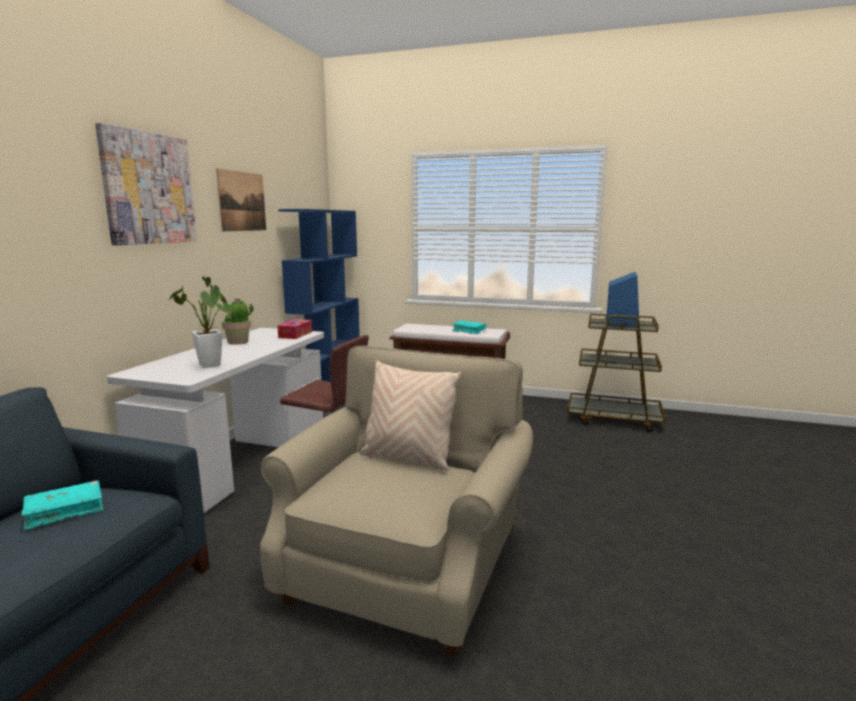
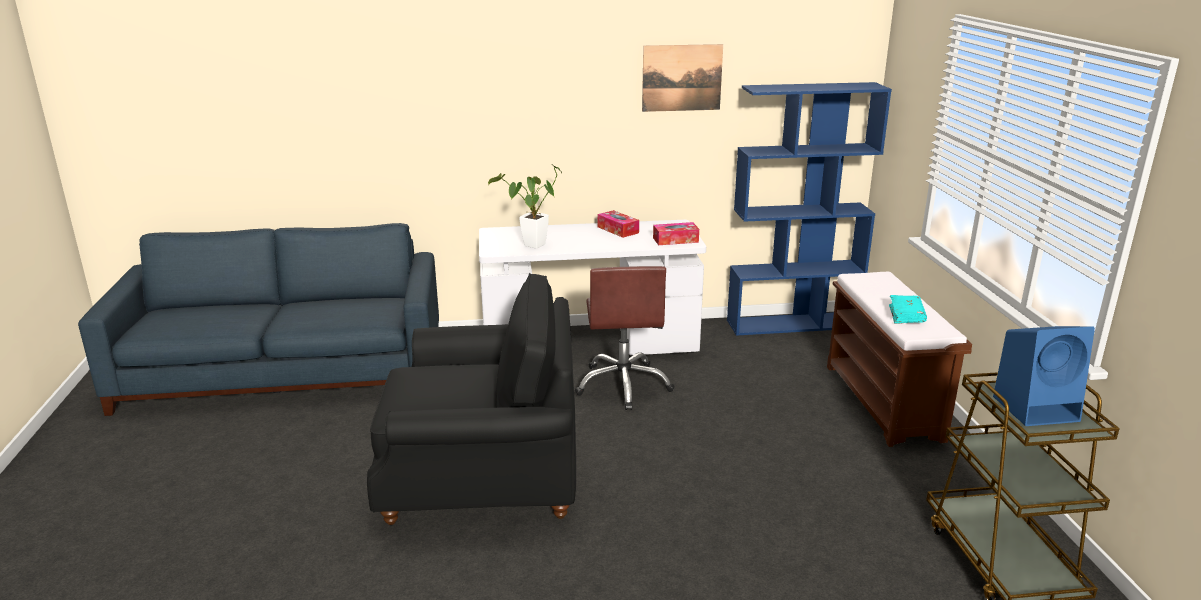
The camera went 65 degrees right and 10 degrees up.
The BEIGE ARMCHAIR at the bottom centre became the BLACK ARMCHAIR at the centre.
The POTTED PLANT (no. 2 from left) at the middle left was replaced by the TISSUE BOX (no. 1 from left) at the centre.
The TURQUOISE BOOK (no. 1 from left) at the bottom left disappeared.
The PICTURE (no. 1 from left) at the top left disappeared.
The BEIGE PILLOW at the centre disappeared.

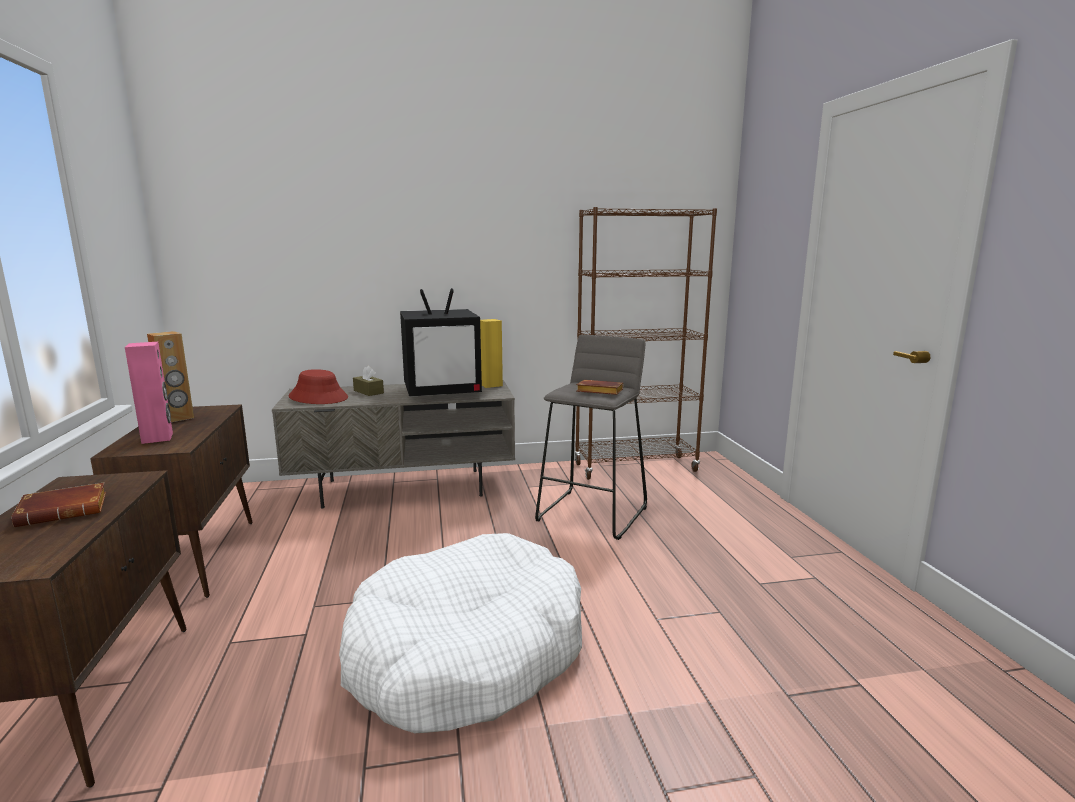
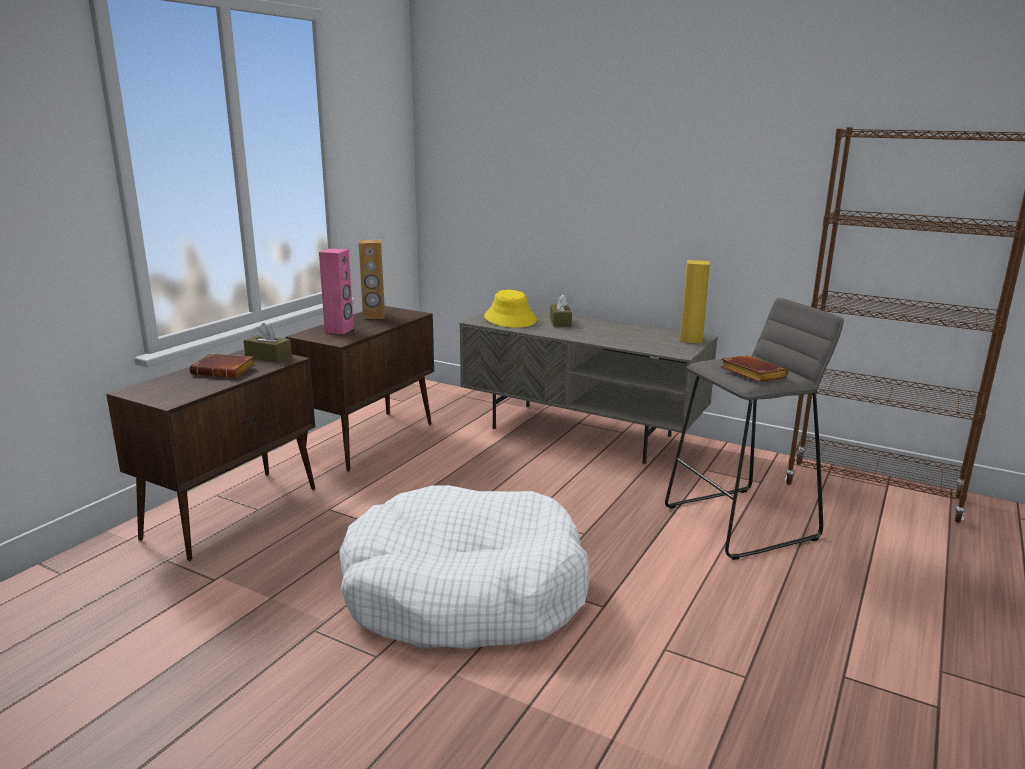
The camera went 40 degrees right and 5 degrees up.
The BROWN TISSUE BOX (no. 1 from left) at the middle left appeared.
The RED HAT at the middle left became the YELLOW HAT at the centre.
The TELEVISION at the centre disappeared.

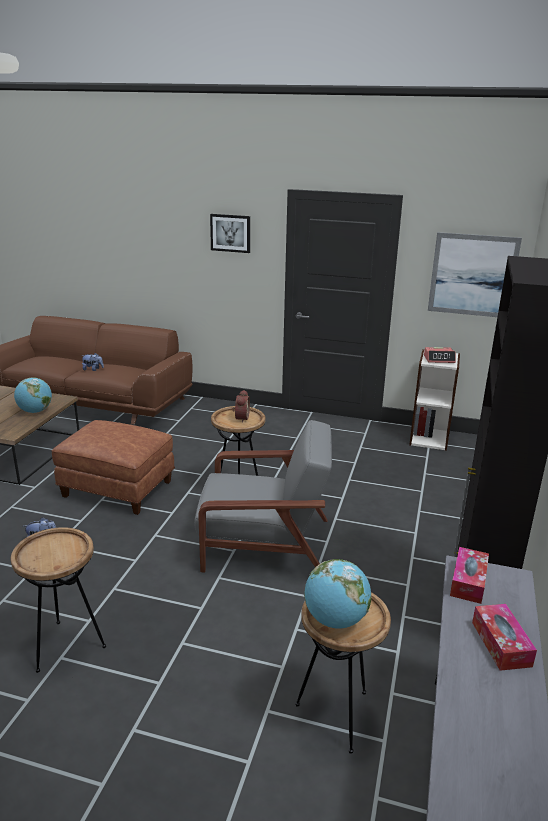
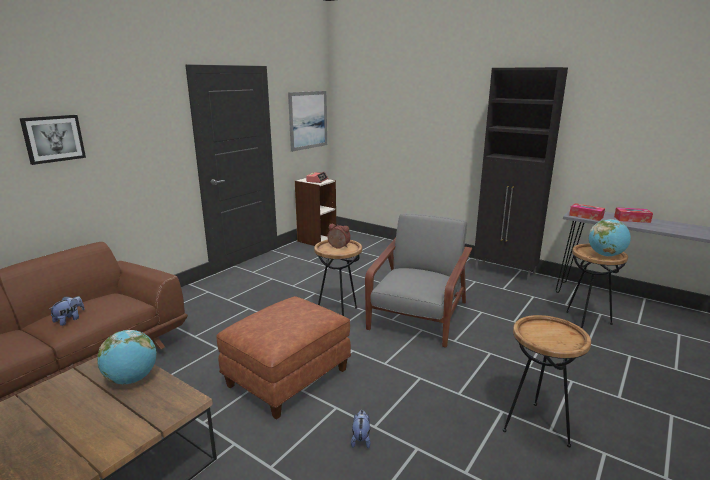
The camera went 70 degrees left and 5 degrees down.
The PICTURE (no. 1 from left) moved from the top centre to the top left.

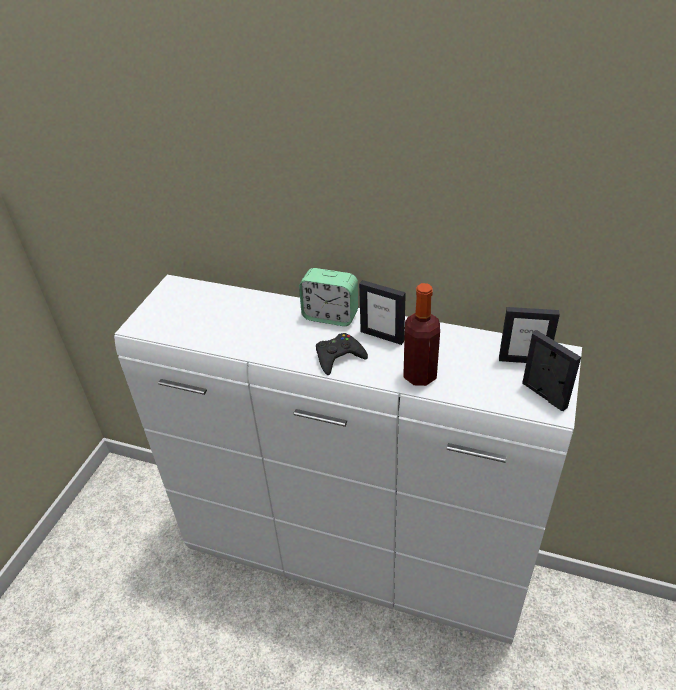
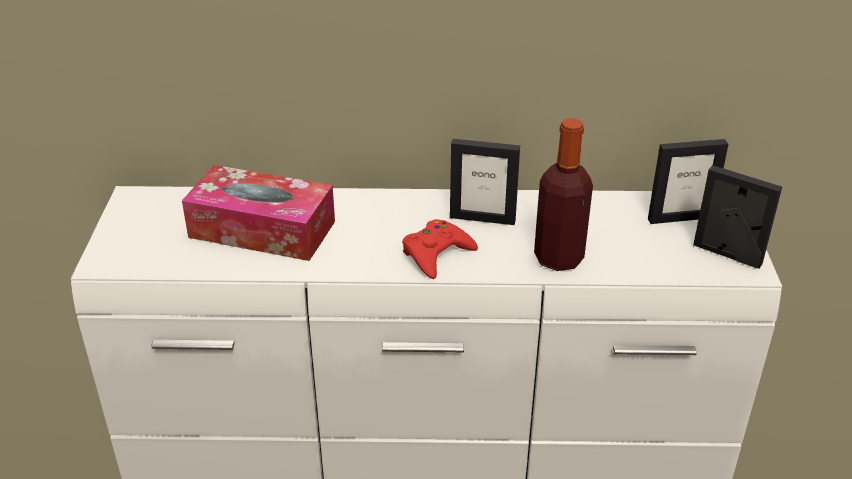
The camera went 20 degrees left and 5 degrees down.
The TISSUE BOX at the middle left appeared.
The BLACK GAME CONTROLLER at the centre became the RED GAME CONTROLLER at the centre.
The ALARM CLOCK at the centre disappeared.

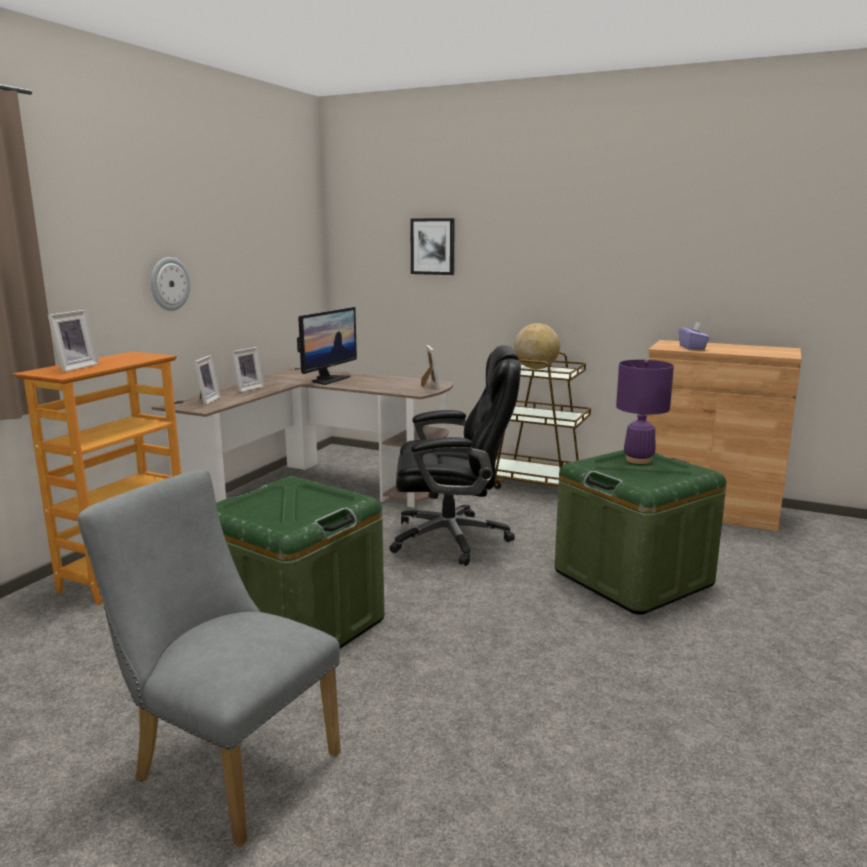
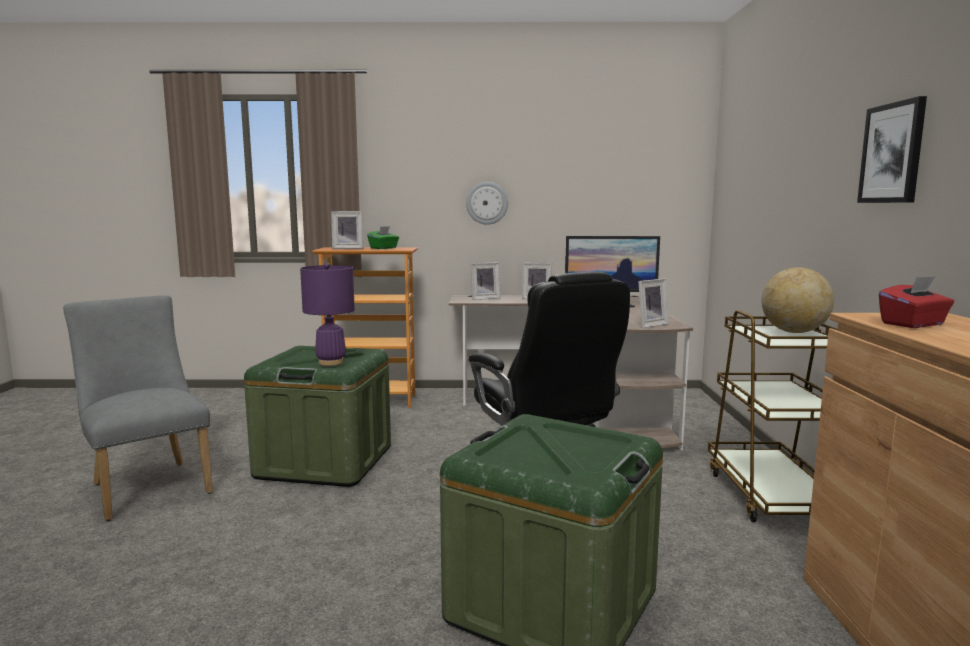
The camera went 65 degrees right and 5 degrees down.
The GREY CHAIR at the bottom left turned 45 degrees counterclockwise.
The PURPLE TABLE LAMP moved from the middle right to the centre.
The GREEN TISSUE BOX at the centre appeared.
The PICTURE moved from the top centre to the top right.
The PURPLE TISSUE BOX at the middle right became the RED TISSUE BOX at the middle right.

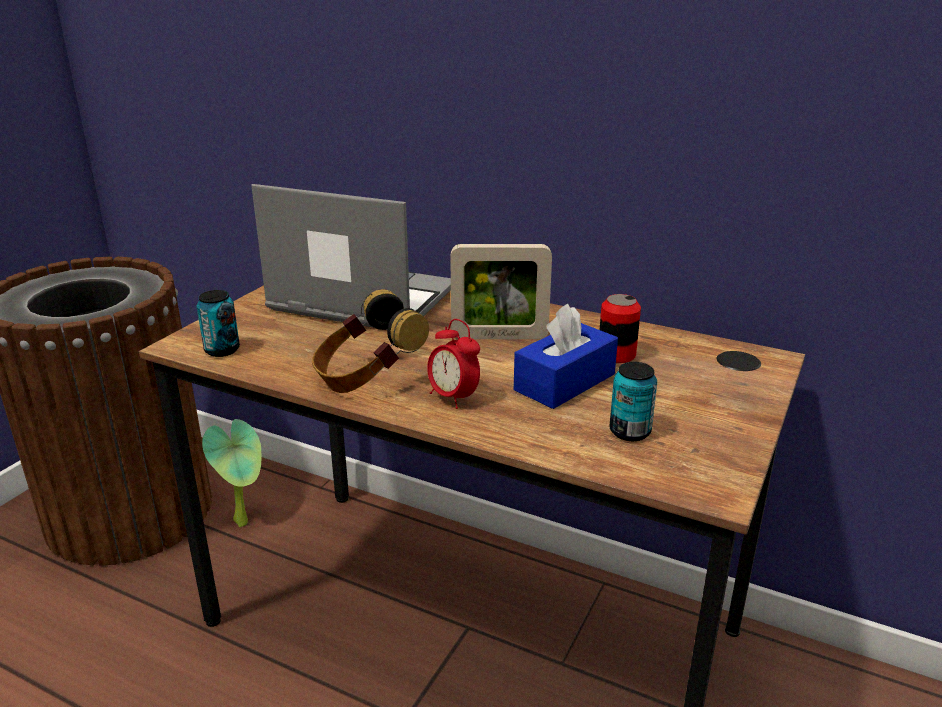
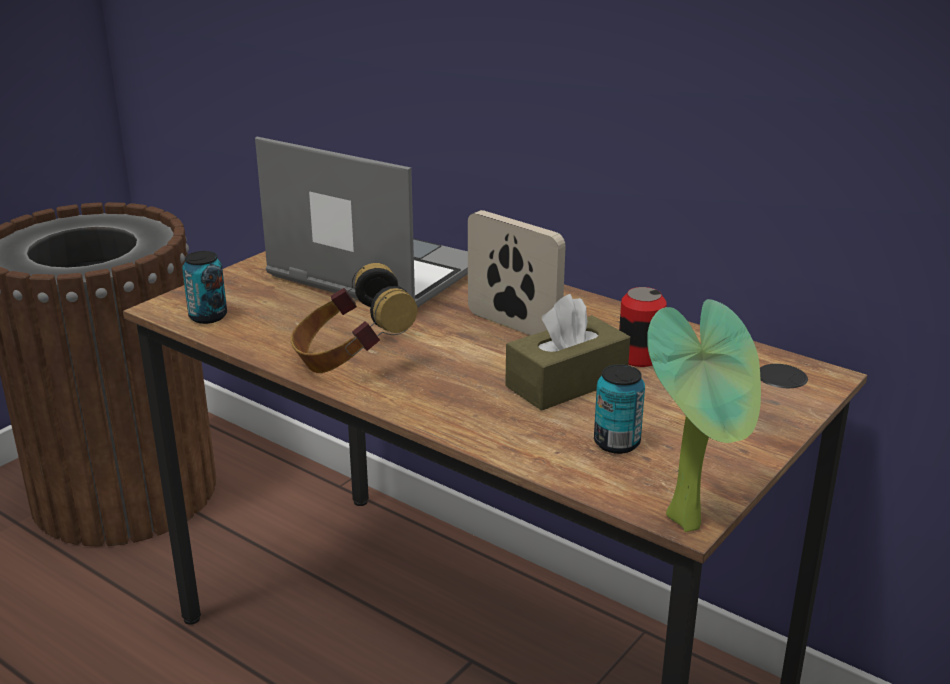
The camera went 10 degrees right and 0 degrees up.
The PICTURE FRAME at the centre turned 150 degrees counterclockwise.
The BLUE TISSUE BOX at the centre became the BROWN TISSUE BOX at the centre.
The POTTED PLANT moved from the bottom left to the middle right.
The ALARM CLOCK at the centre disappeared.

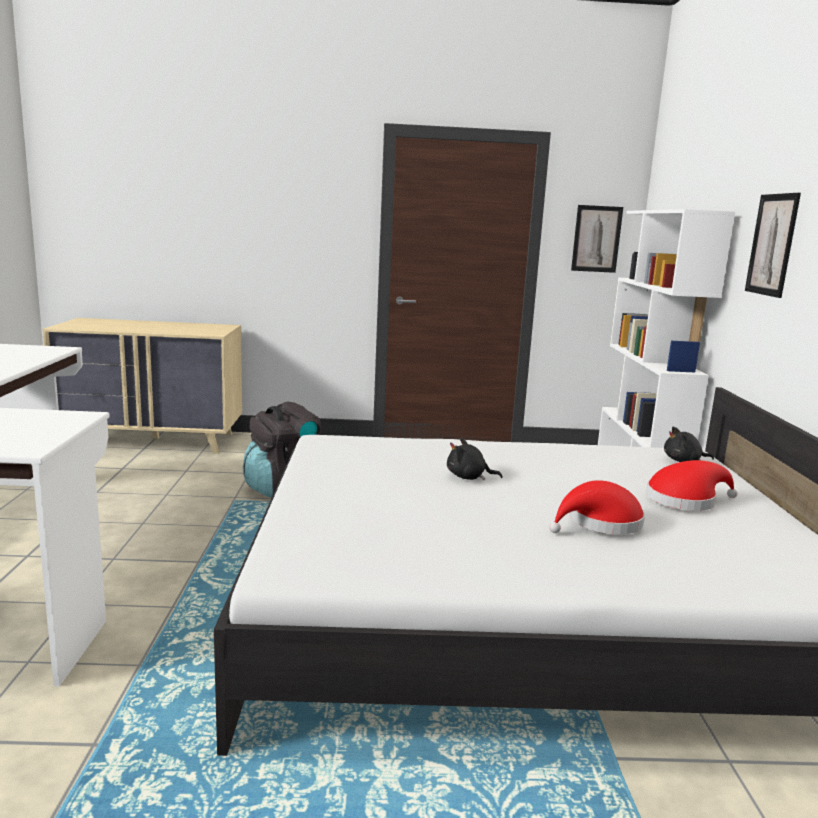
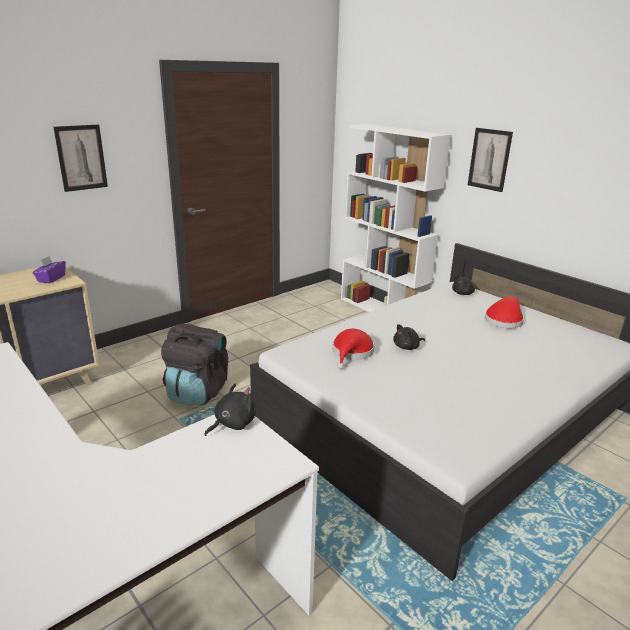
The camera went 40 degrees left and 10 degrees up.
The PURPLE TISSUE BOX at the middle left appeared.
The PICTURE (no. 1 from left) moved from the top right to the top left.
The BLACK PLUSH TOY (no. 1 from left) at the centre appeared.
The RED HAT (no. 1 from left) moved from the middle right to the centre.

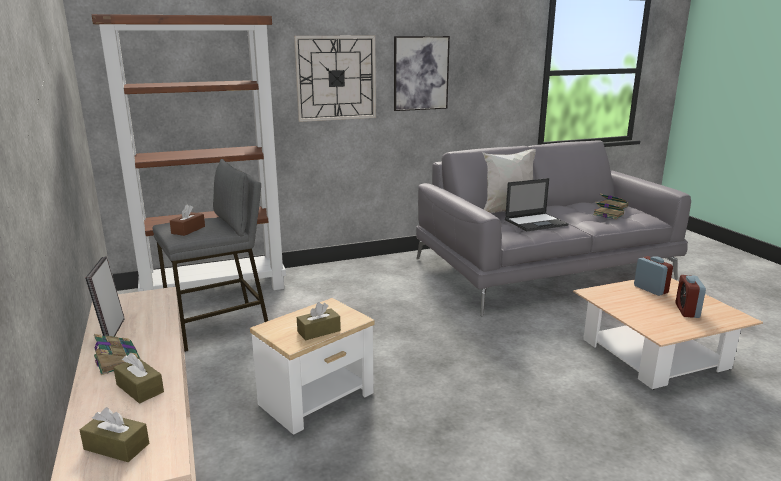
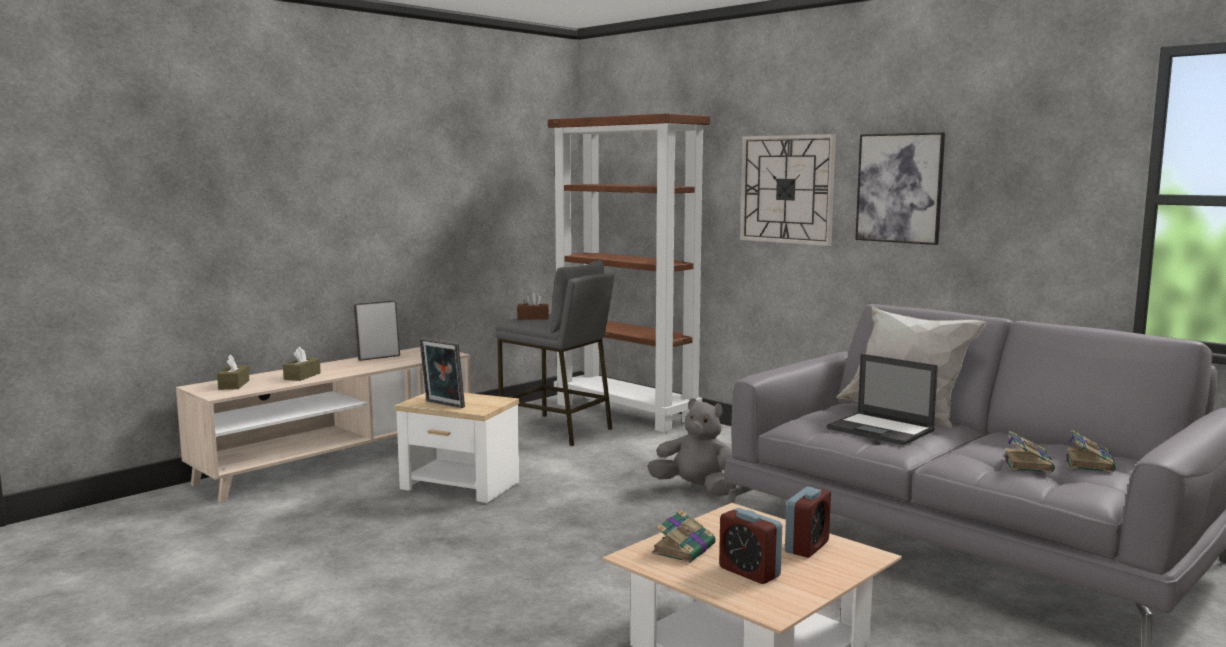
The camera went 65 degrees right and 10 degrees down.
The BROWN TISSUE BOX (no. 4 from left) at the bottom centre was replaced by the PICTURE FRAME (no. 2 from left) at the centre.
The GREY PLUSH TOY at the bottom centre appeared.
The BOOK (no. 1 from left) moved from the bottom left to the bottom centre.
The ALARM CLOCK (no. 2 from left in the first image) at the middle right turned 120 degrees counterclockwise.

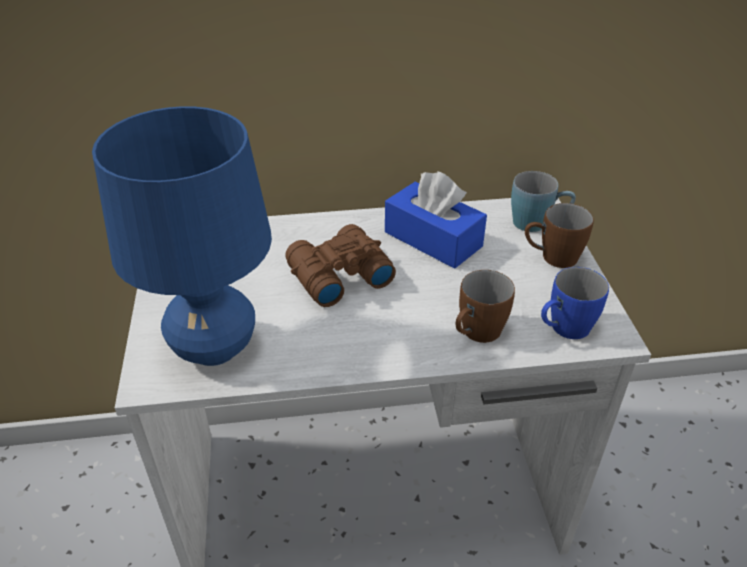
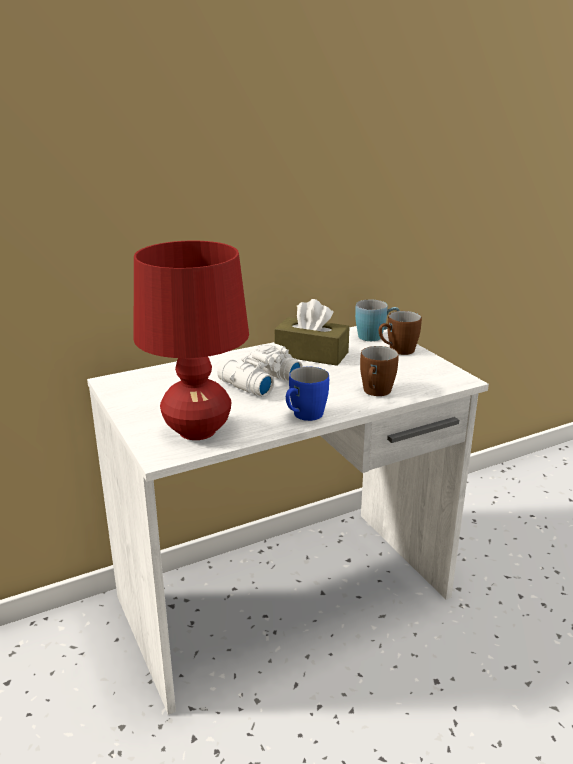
The camera went 20 degrees left and 15 degrees down.
The BLUE TABLE LAMP at the middle left became the RED TABLE LAMP at the centre.
The BROWN BINOCULARS at the centre became the WHITE BINOCULARS at the centre.
The BLUE TISSUE BOX at the centre became the BROWN TISSUE BOX at the centre.
The BLUE MUG (no. 2 from left in the first image) moved from the middle right to the centre.

